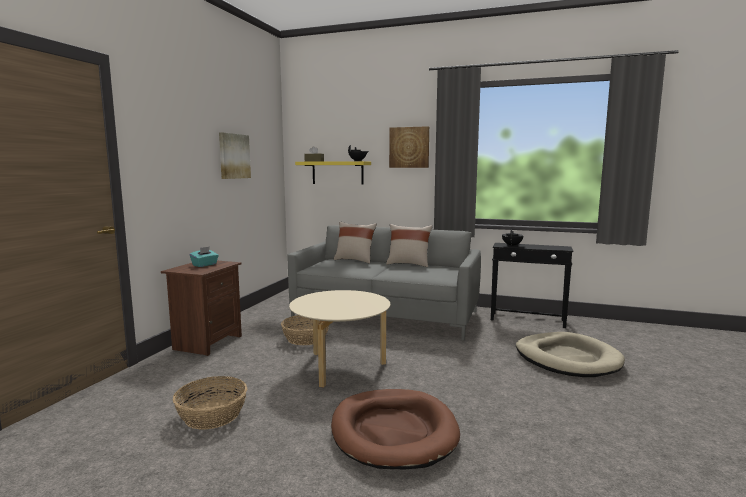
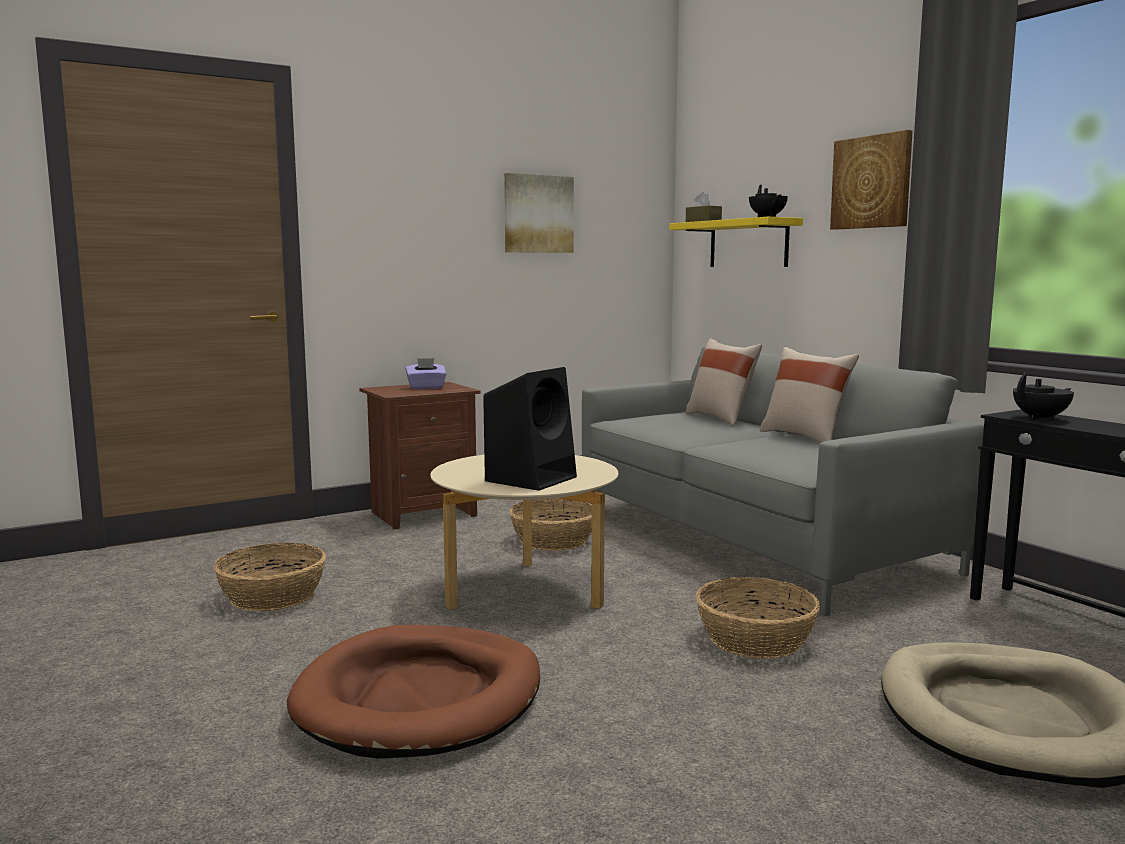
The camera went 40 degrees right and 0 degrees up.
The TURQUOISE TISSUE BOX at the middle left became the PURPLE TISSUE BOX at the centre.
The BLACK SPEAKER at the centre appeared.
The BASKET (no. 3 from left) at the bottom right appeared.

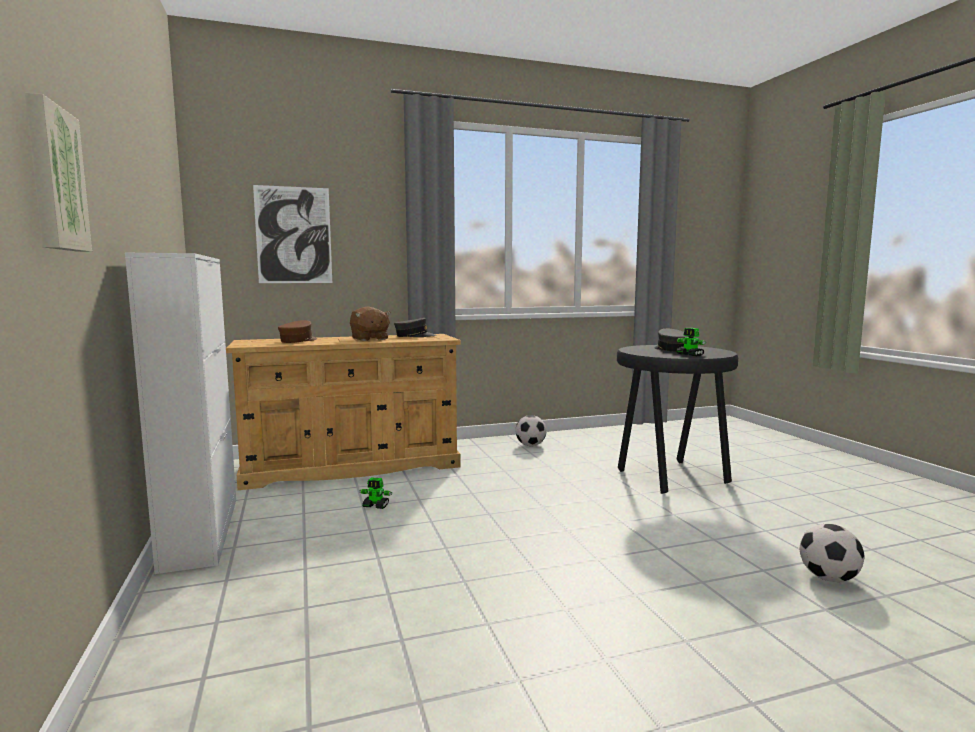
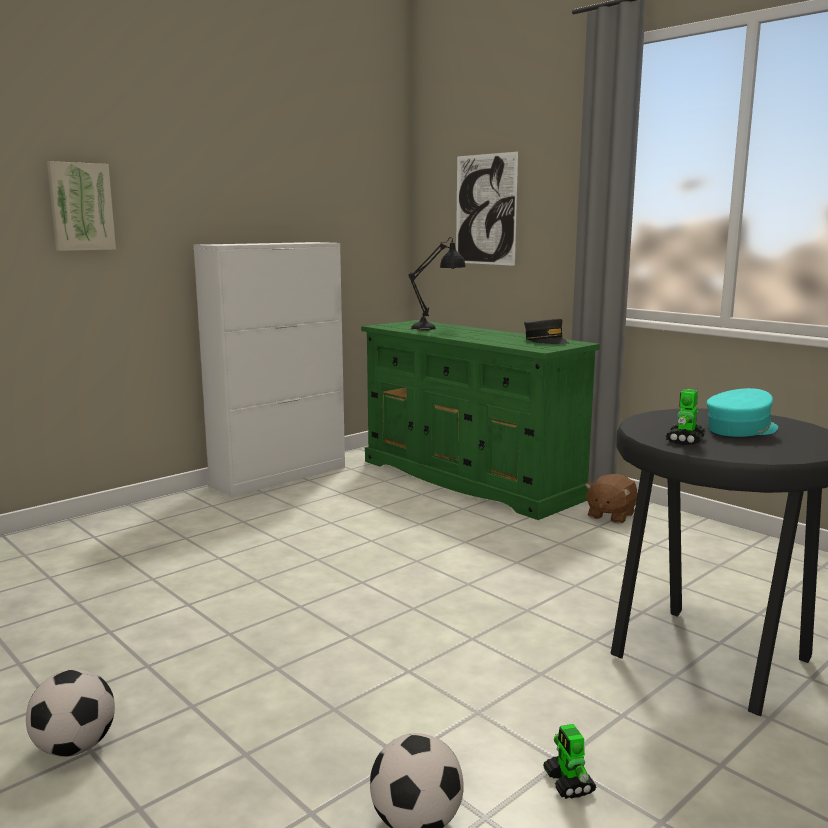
The camera went 65 degrees right and 5 degrees up.
The FOOTBALL (no. 1 from left) moved from the centre to the bottom left.
The BEIGE DRESSER at the centre became the GREEN DRESSER at the centre.
The BROWN CAP at the middle left was replaced by the BLACK TABLE LAMP at the centre.
The TOY ROBOT (no. 1 from left) moved from the bottom centre to the bottom right.
The BROWN PLUSH TOY moved from the centre to the middle right.
The GREY CAP (no. 2 from left) at the middle right became the TURQUOISE CAP at the middle right.

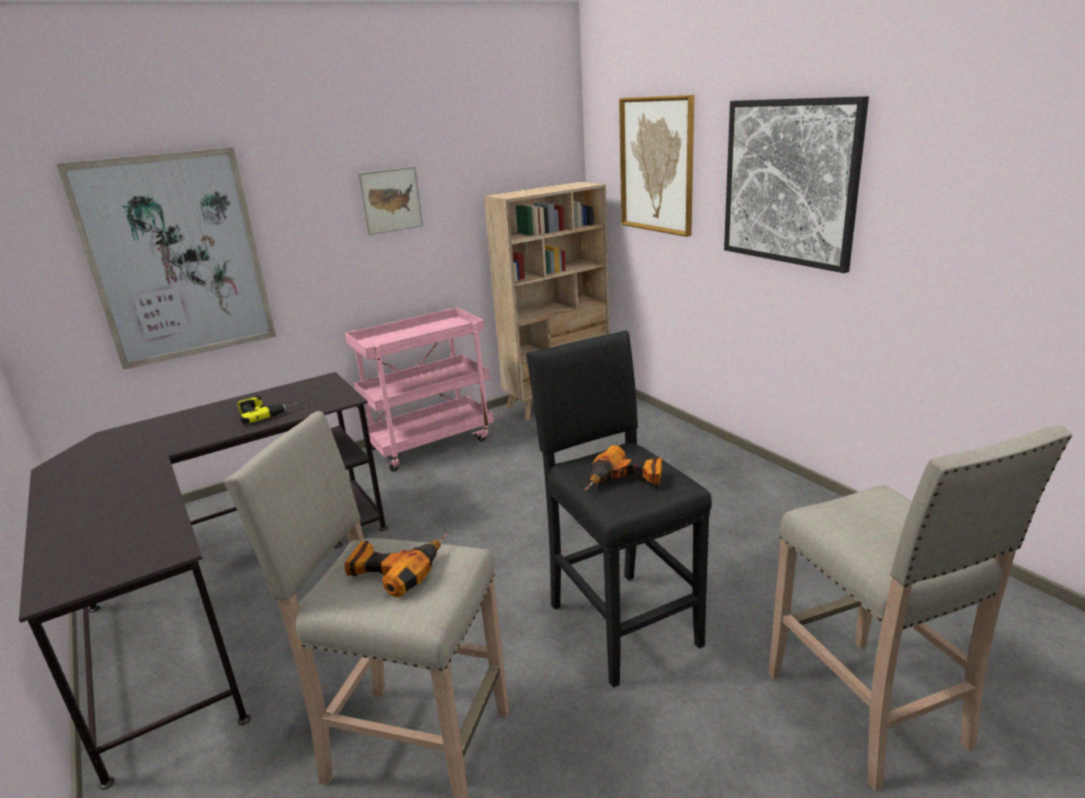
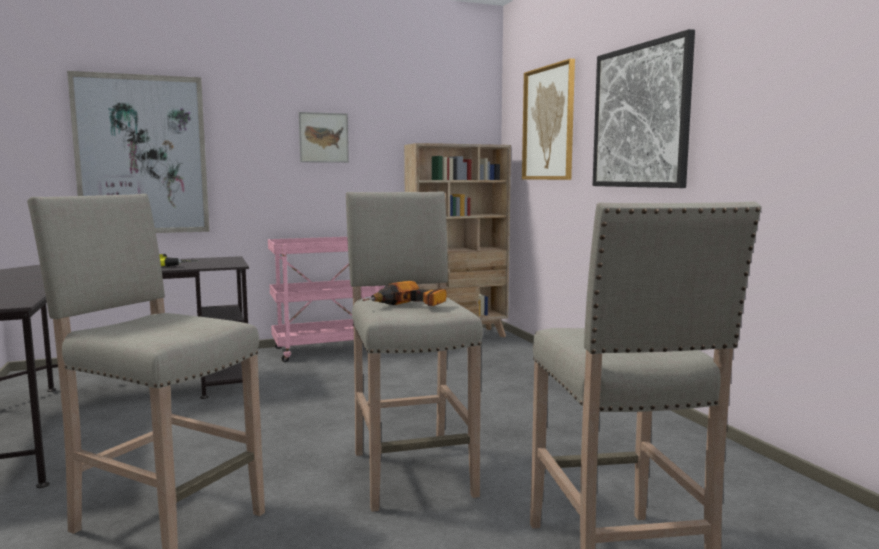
The camera went 10 degrees right and 15 degrees down.
The BLACK STOOL at the centre became the BEIGE STOOL (no. 2 from left) at the centre.
The POWER DRILL (no. 2 from left) at the bottom centre disappeared.

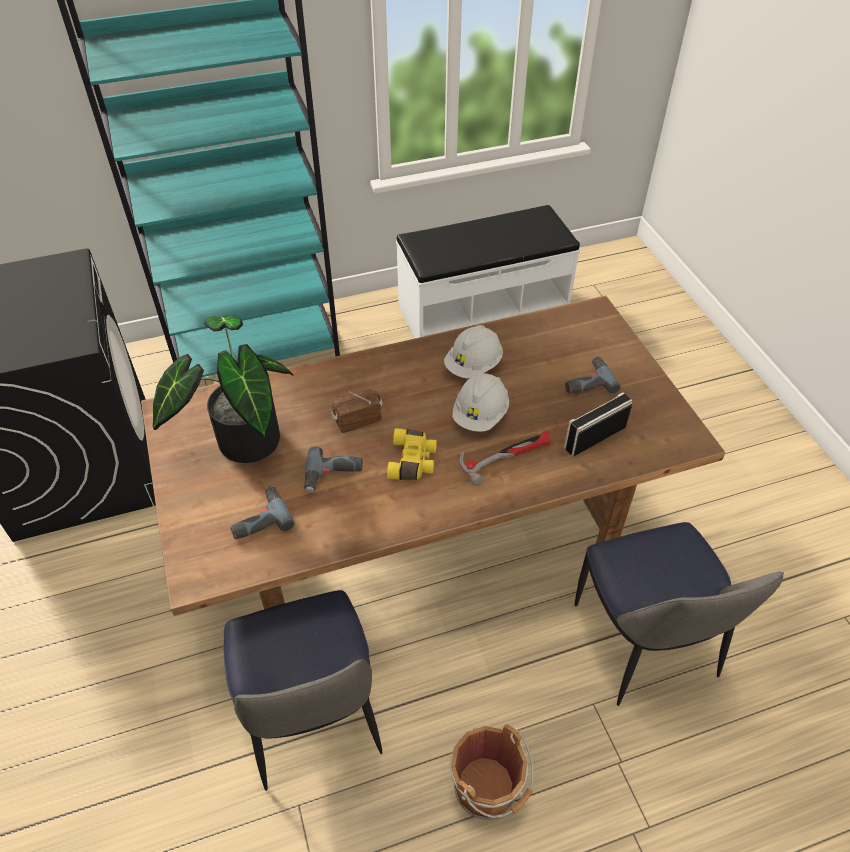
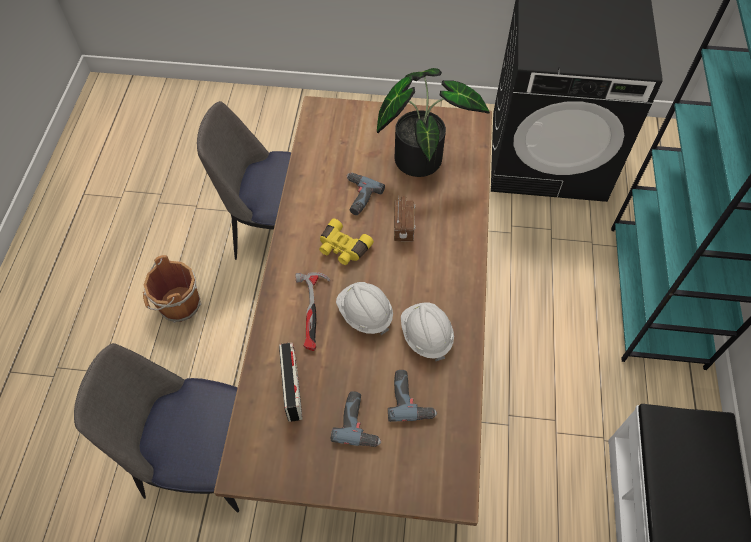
The camera went 115 degrees right and 10 degrees up.
The POWER DRILL (no. 1 from left in the first image) moved from the middle left to the bottom centre.

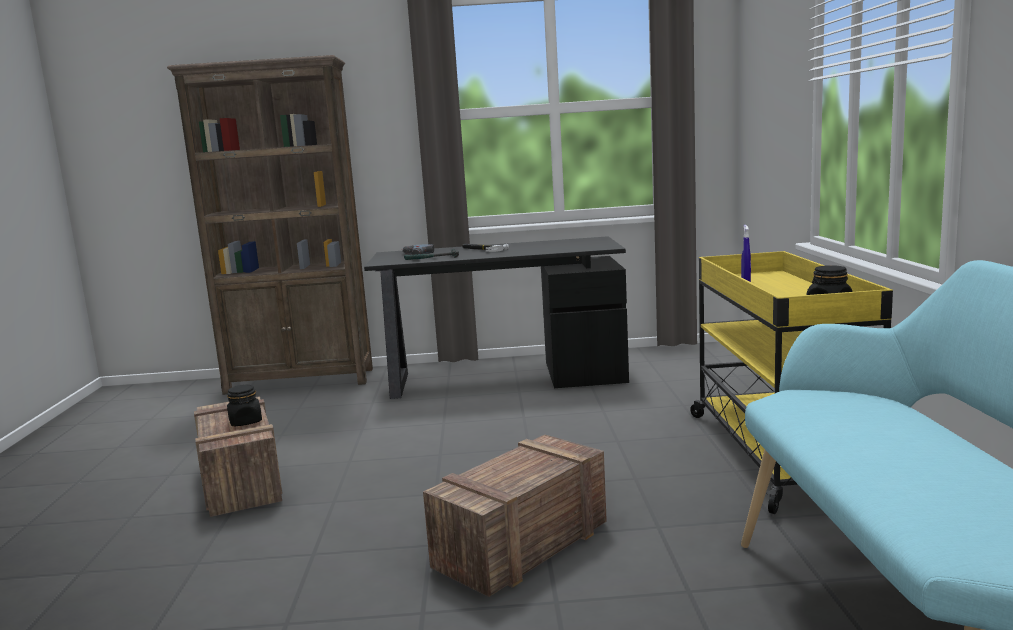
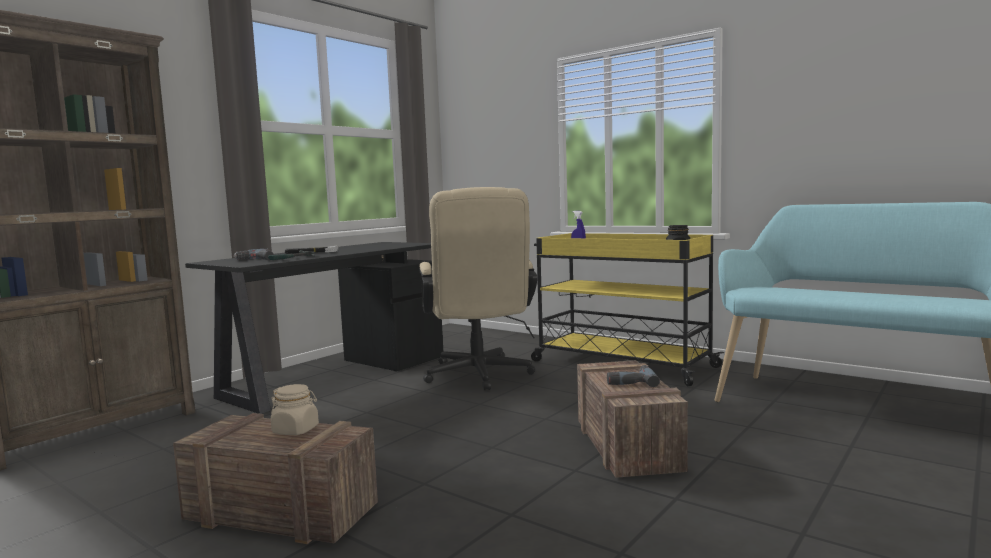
The camera went 50 degrees left and 5 degrees down.
The BLACK JAR (no. 1 from left) at the middle left became the BEIGE JAR at the bottom left.
The BEIGE OFFICE CHAIR at the centre appeared.
The POWER DRILL (no. 2 from left) at the bottom centre appeared.

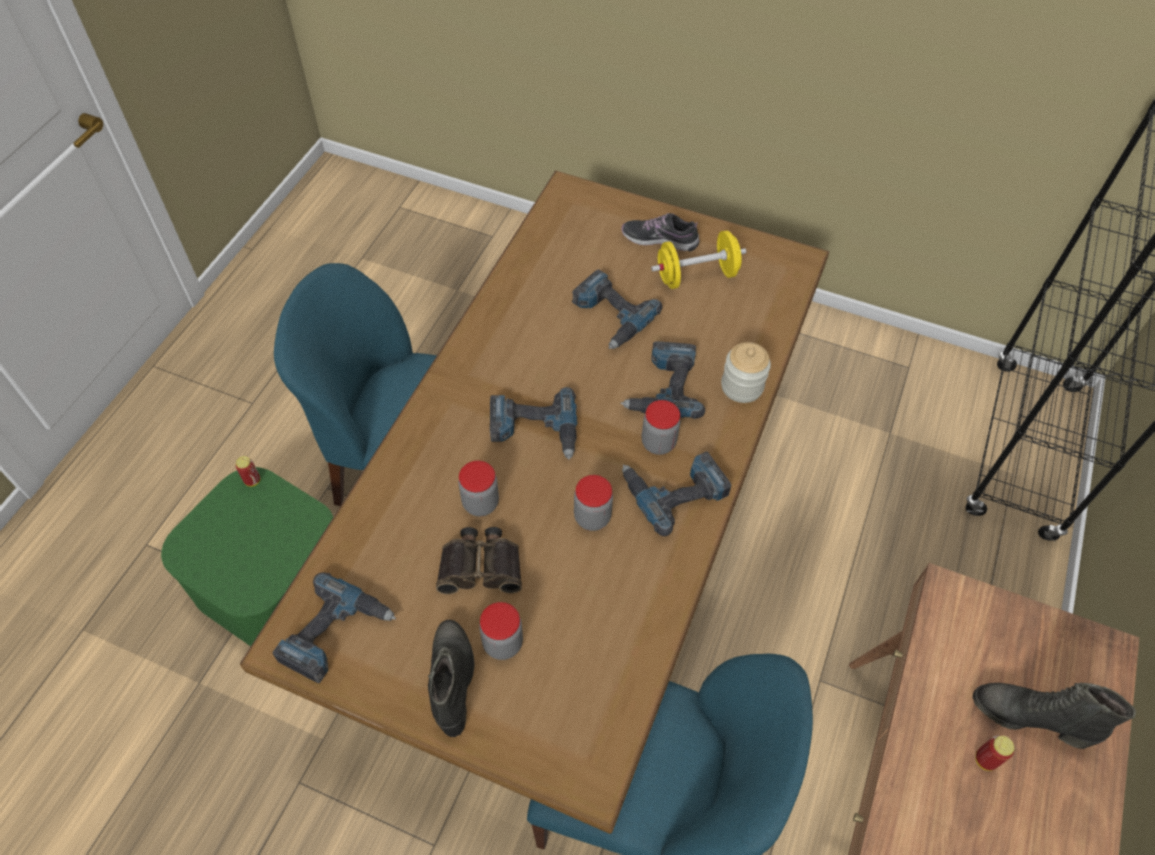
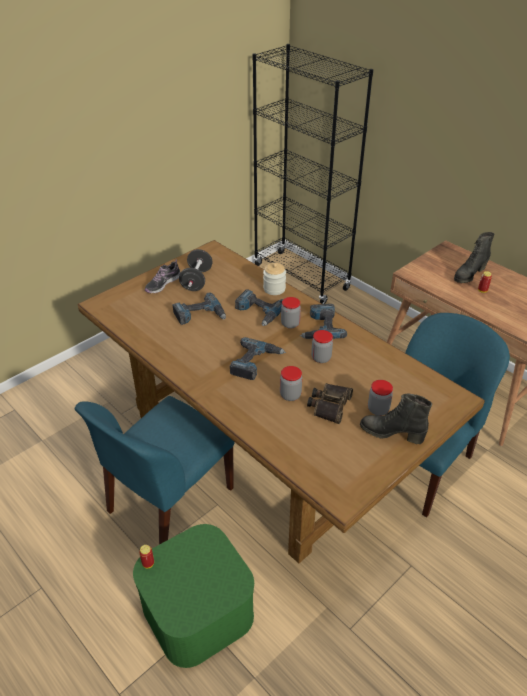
The camera went 65 degrees left and 15 degrees down.
The YELLOW DUMBBELL at the top centre became the BLACK DUMBBELL at the centre.
The POWER DRILL (no. 1 from left) at the bottom left disappeared.

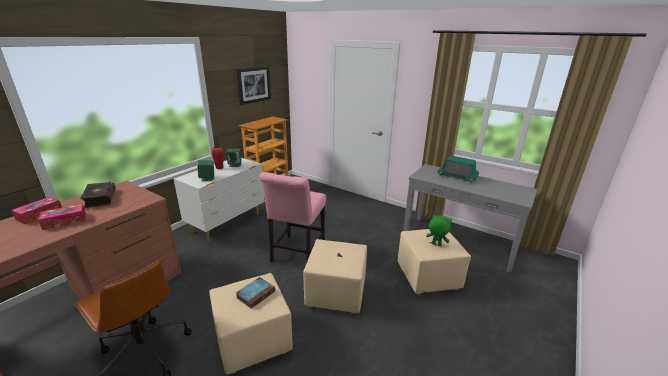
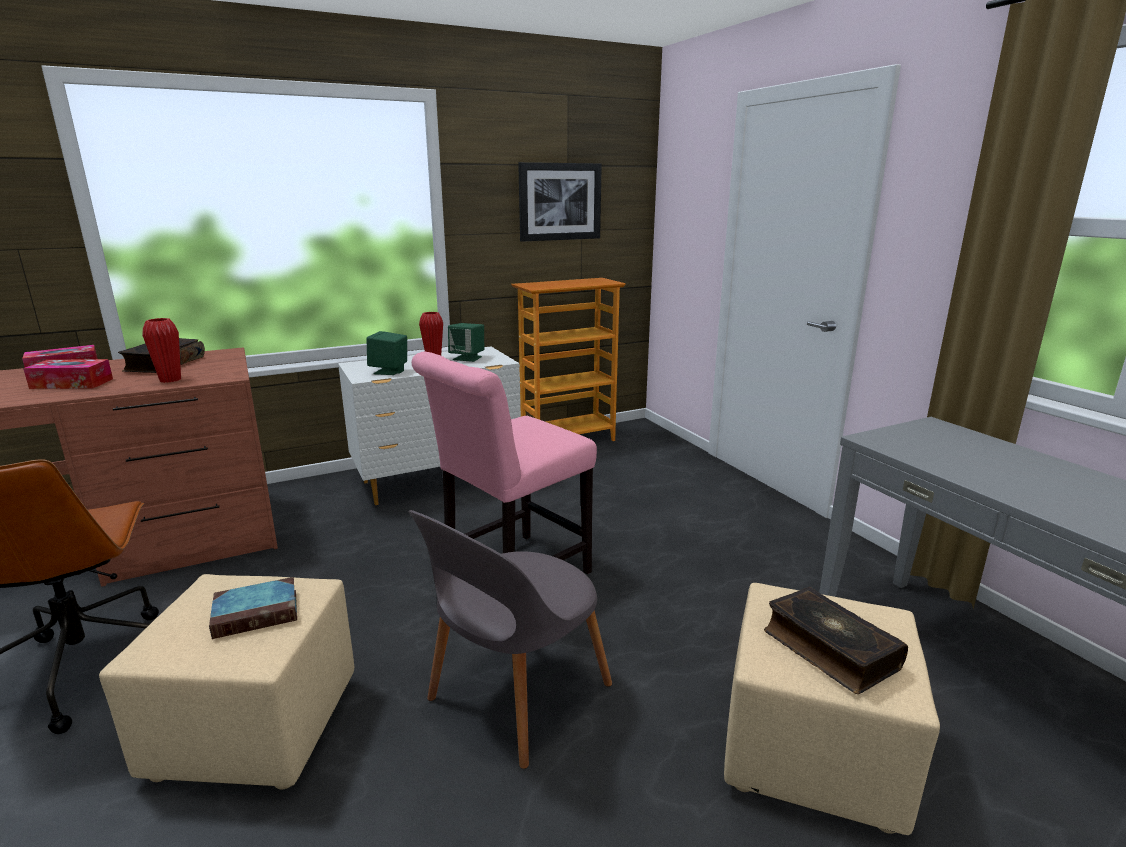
The camera went 30 degrees right and 5 degrees down.
The RED VASE (no. 1 from left) at the middle left appeared.
The BEIGE OTTOMAN (no. 2 from left) at the bottom centre was replaced by the GREY CHAIR at the bottom centre.
The GREEN PLUSH TOY at the centre was replaced by the BOOK (no. 3 from left) at the bottom right.
The RADIO at the middle right disappeared.

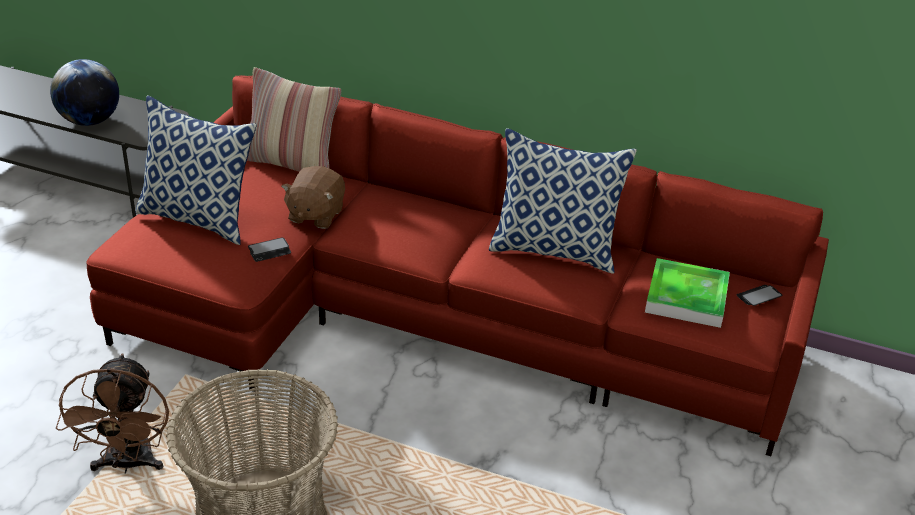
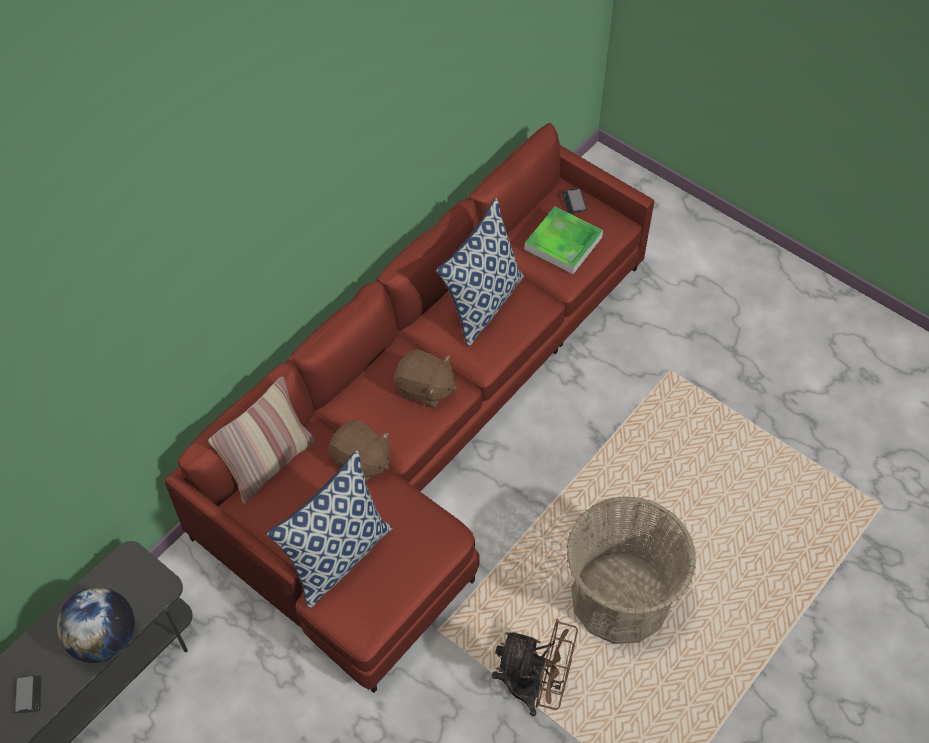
The camera went 70 degrees left and 20 degrees up.
The PHONE (no. 1 from left) moved from the middle left to the bottom left.
The BROWN PLUSH TOY (no. 2 from left) at the centre appeared.

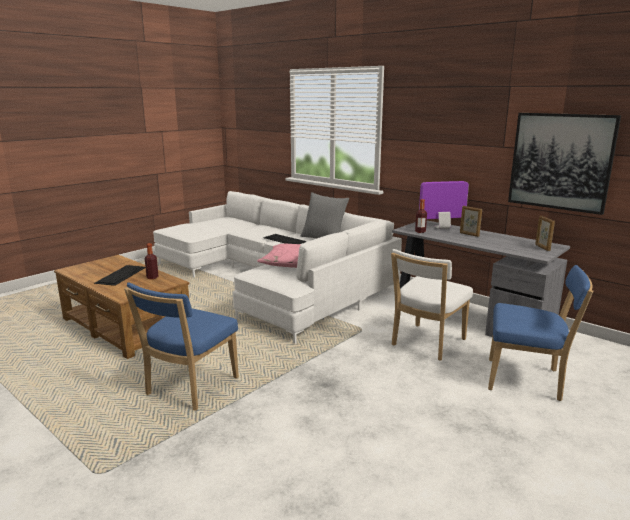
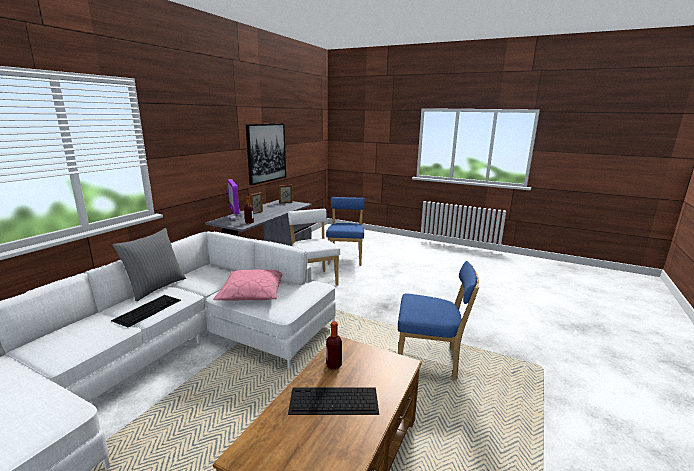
The camera went 105 degrees left and 0 degrees up.
The WHITE CHAIR at the middle right turned 135 degrees counterclockwise.

